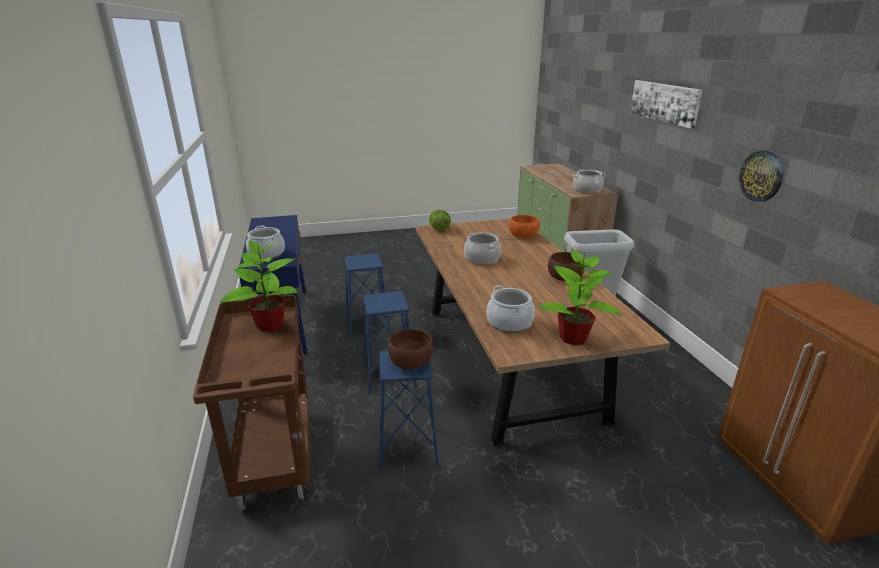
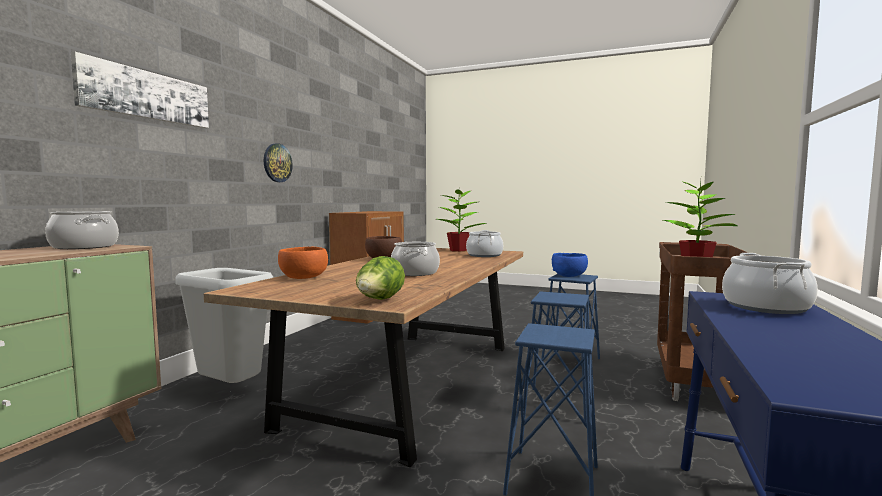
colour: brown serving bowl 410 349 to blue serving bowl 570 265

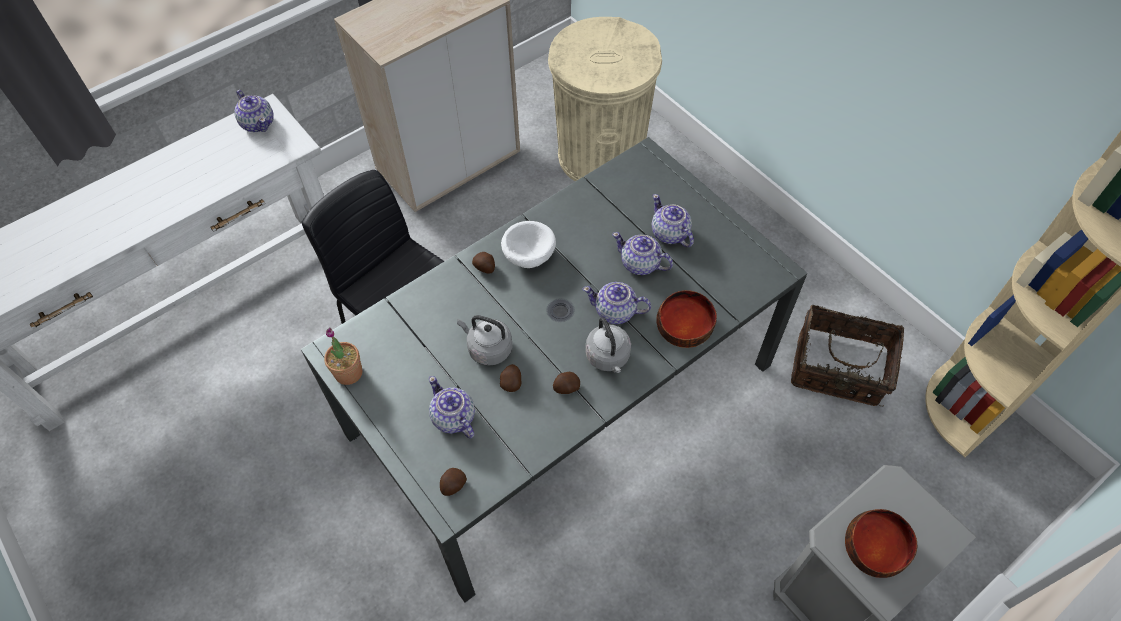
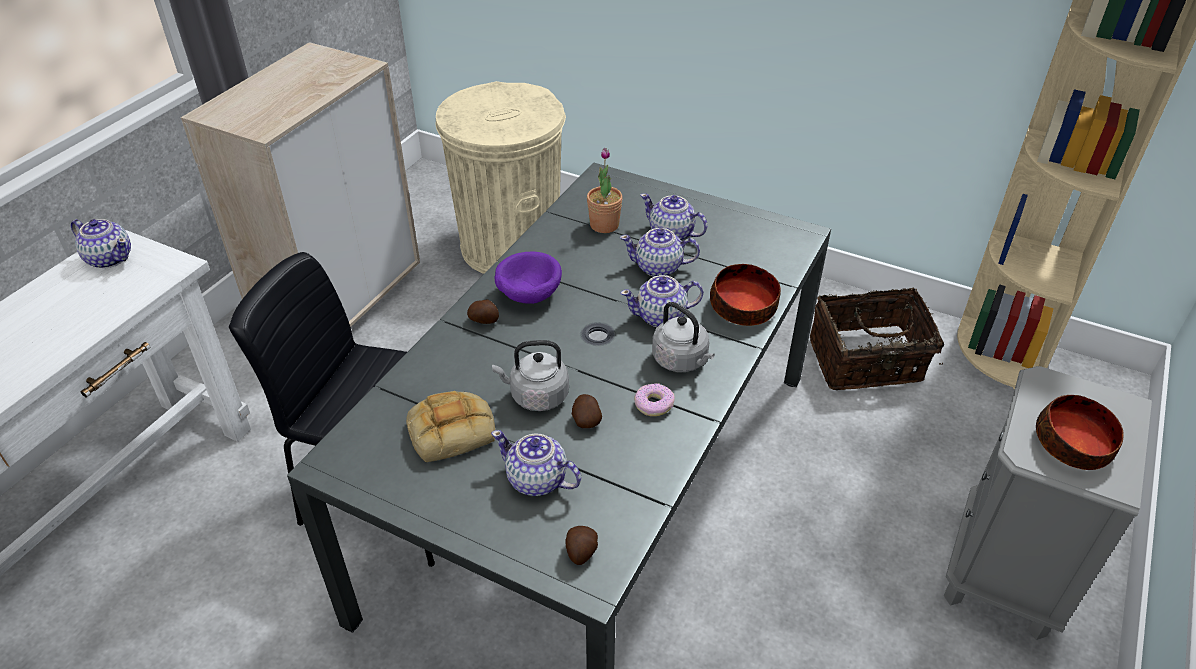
appeared: bakery bread 450 426
relocated: plant in a pot 343 356 to 605 190
exchanged: whole potato 566 383 to donut 654 399
colour: white serving bowl 528 244 to purplish serving bowl 528 278

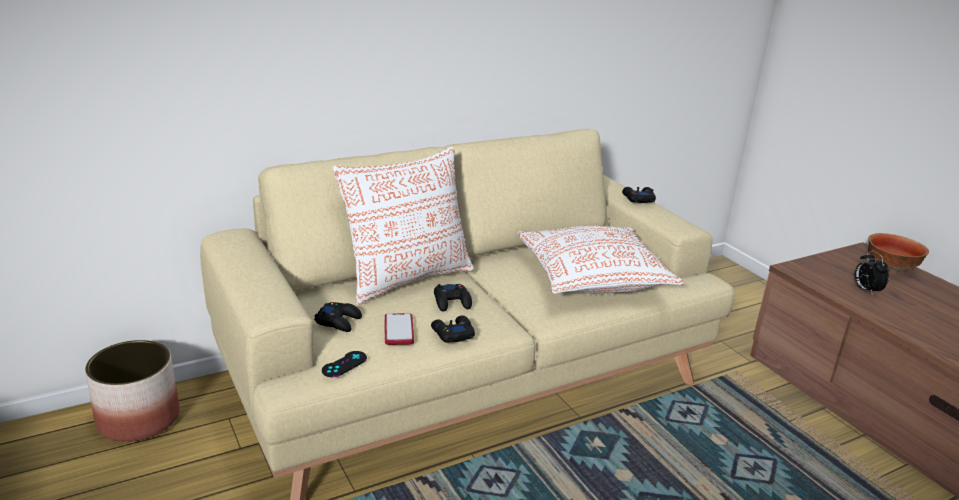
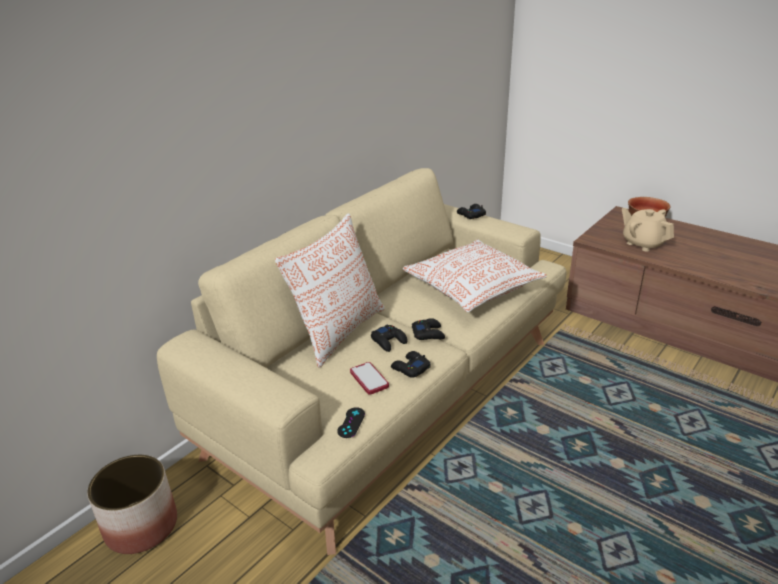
relocated: black-coloured gamepad 338 317 to 428 329
exchanged: alarm clock 872 273 to beige teapot 648 229

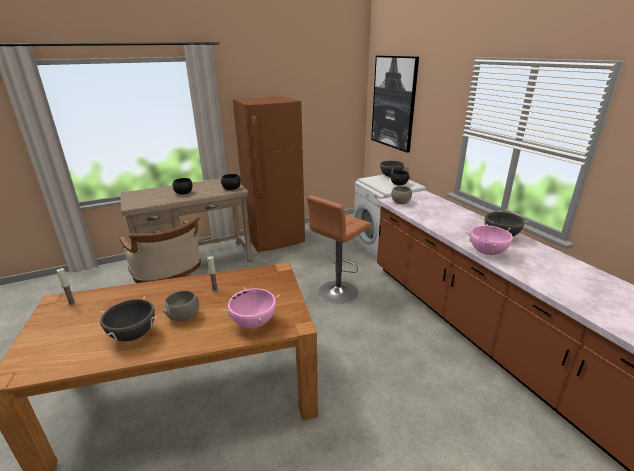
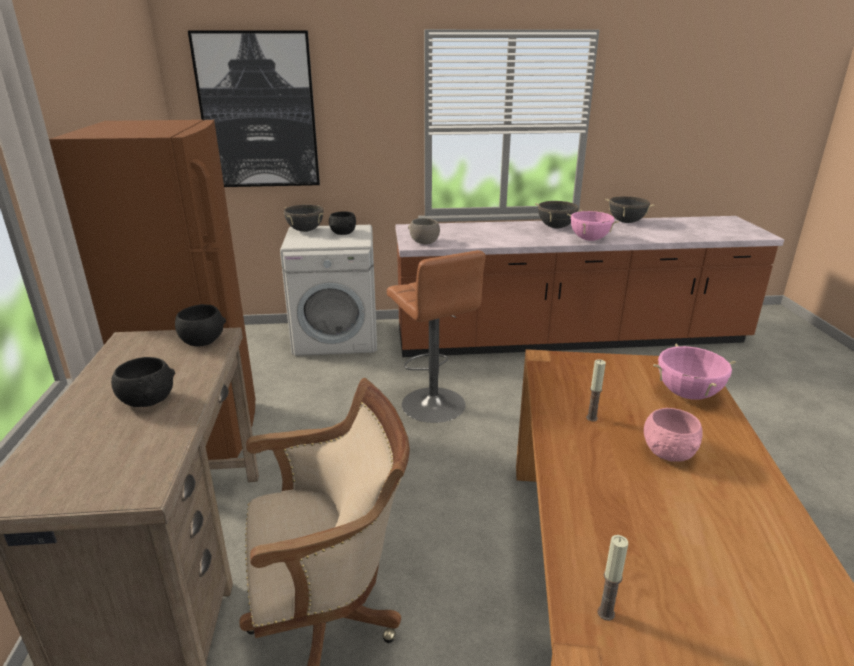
relocated: black-coloured stockpot 128 318 to 629 209
colour: greyish serving bowl 181 306 to pink-coloured serving bowl 673 435

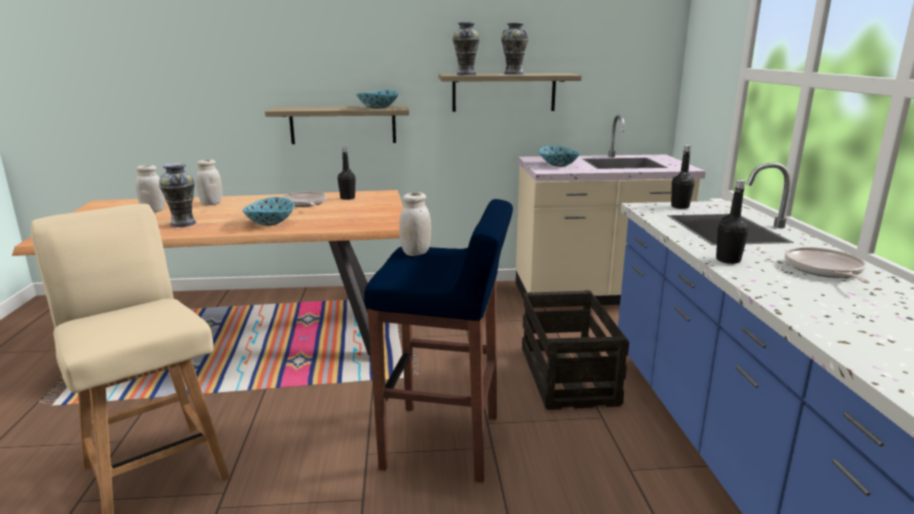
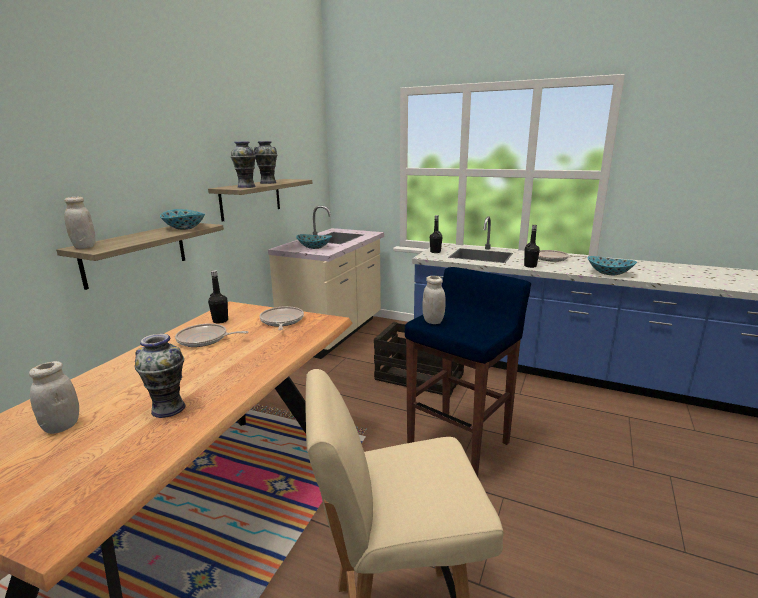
appeared: skillet 282 318
relocated: white storage jar 209 182 to 80 223; serving bowl 268 211 to 612 265

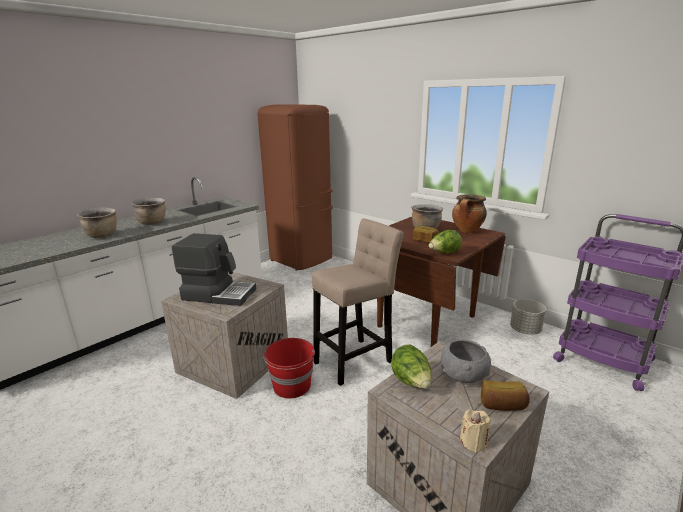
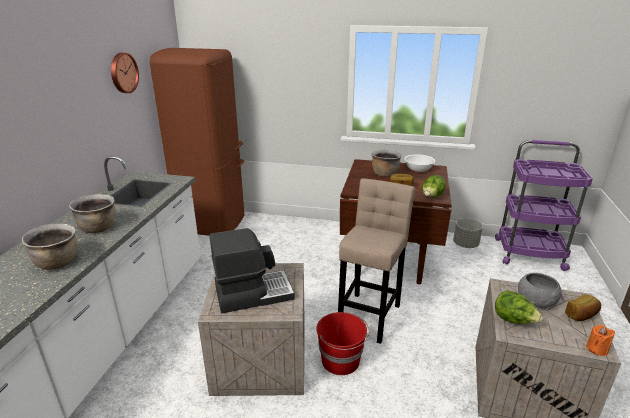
appeared: hanging clock 125 73
exchanged: stockpot 469 213 to white serving bowl 419 163
colour: beige wax light 475 431 to orangey wax light 600 340

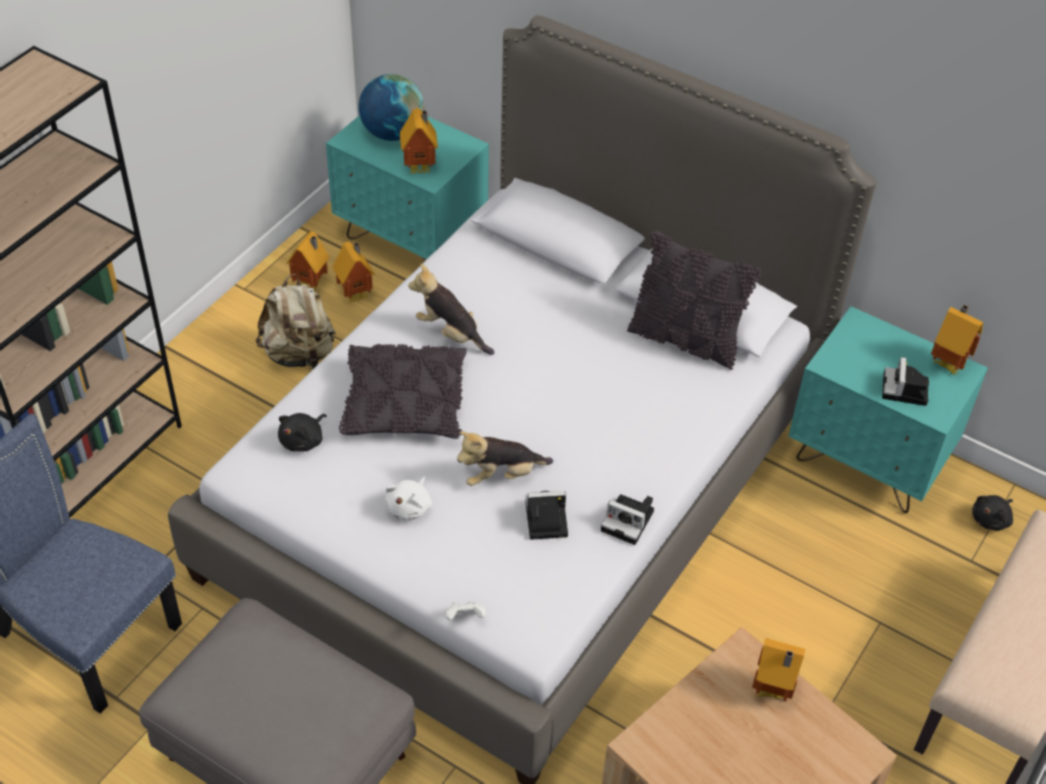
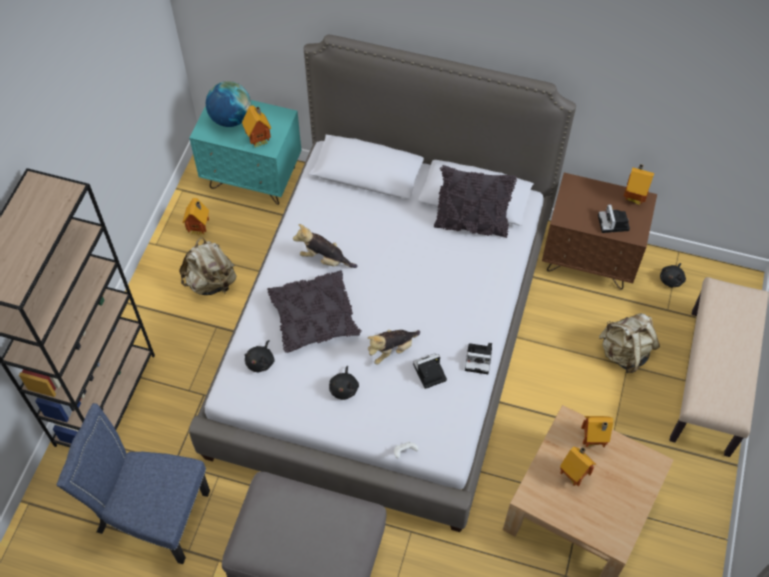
appeared: beige rucksack 629 343
relocated: toy house 354 272 to 578 466
colour: white soft toy 408 498 to black-coloured soft toy 344 383; blue-green bedside table 888 409 to brown bedside table 599 231

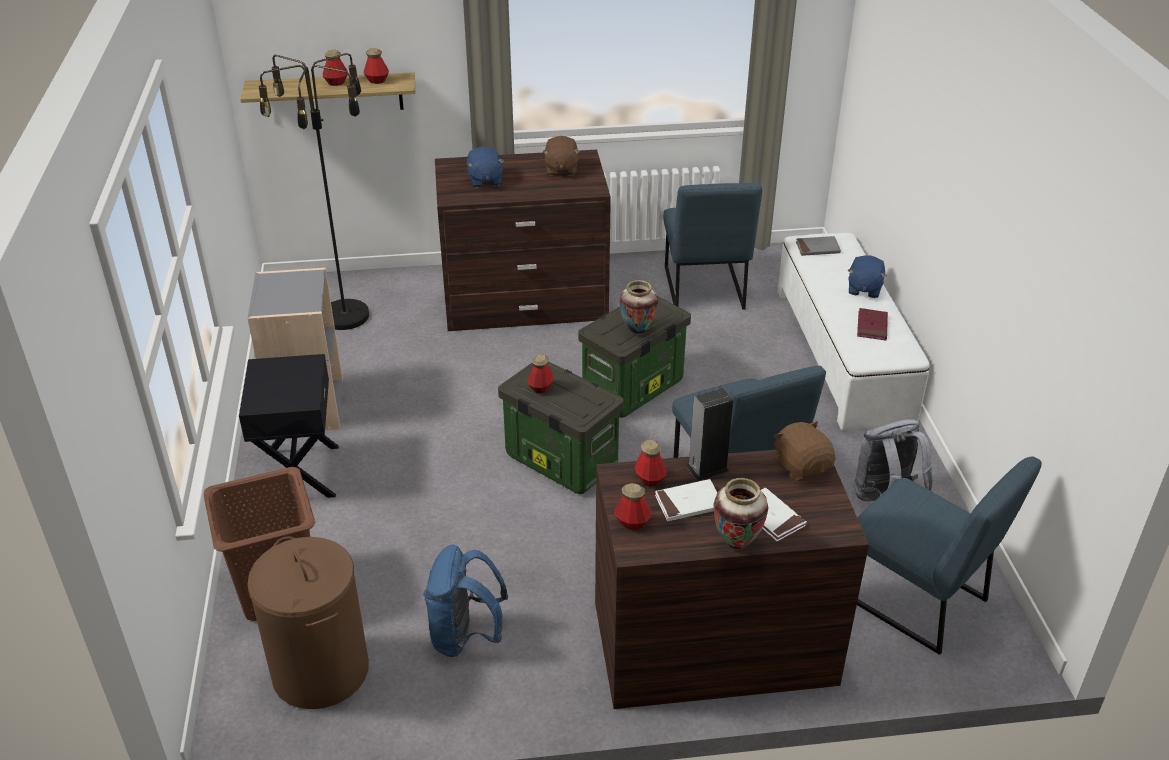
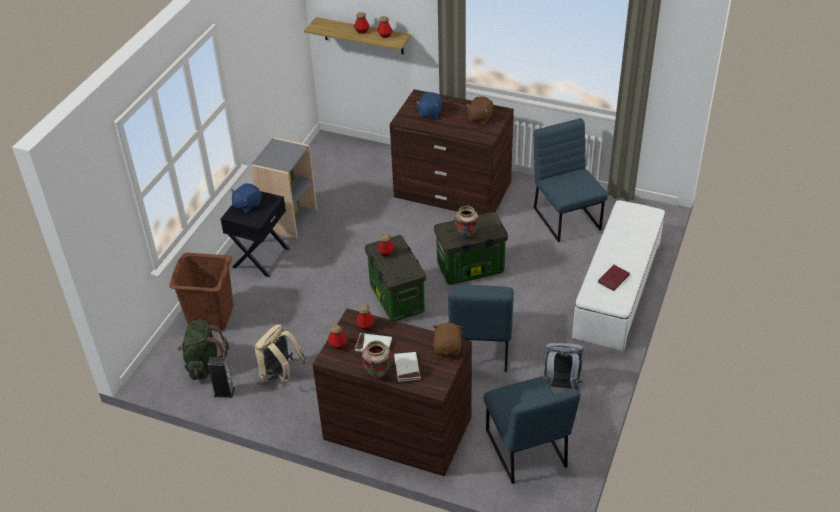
missing: standard lamp 314 191; greyish bound book 818 246
relocated: audio speaker 709 434 to 221 377; blue soft toy 867 276 to 246 198
exchanged: brown laundry basket 308 622 to green-coloured rucksack 203 350
colour: blue rucksack 465 601 to beige rucksack 280 354
spun: blue plain chair 712 246 = 571 180 135 degrees clockwise

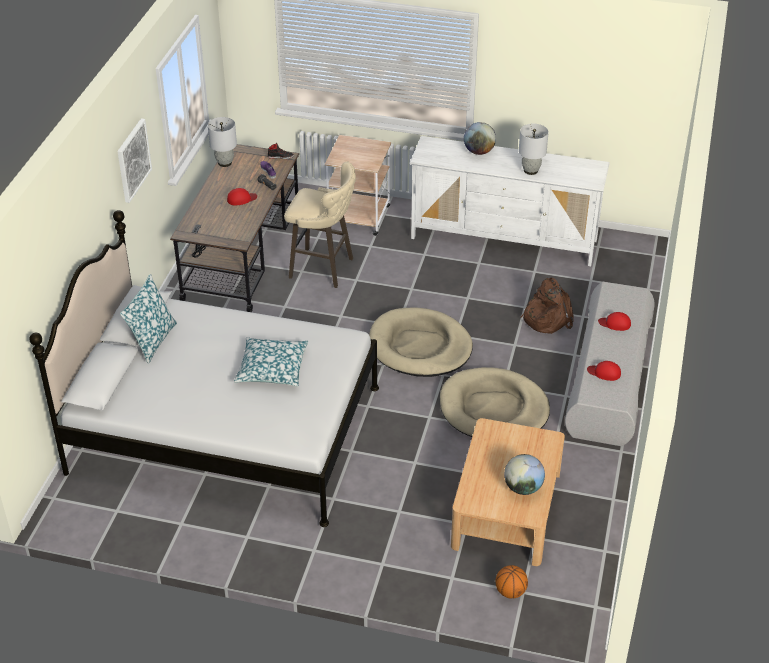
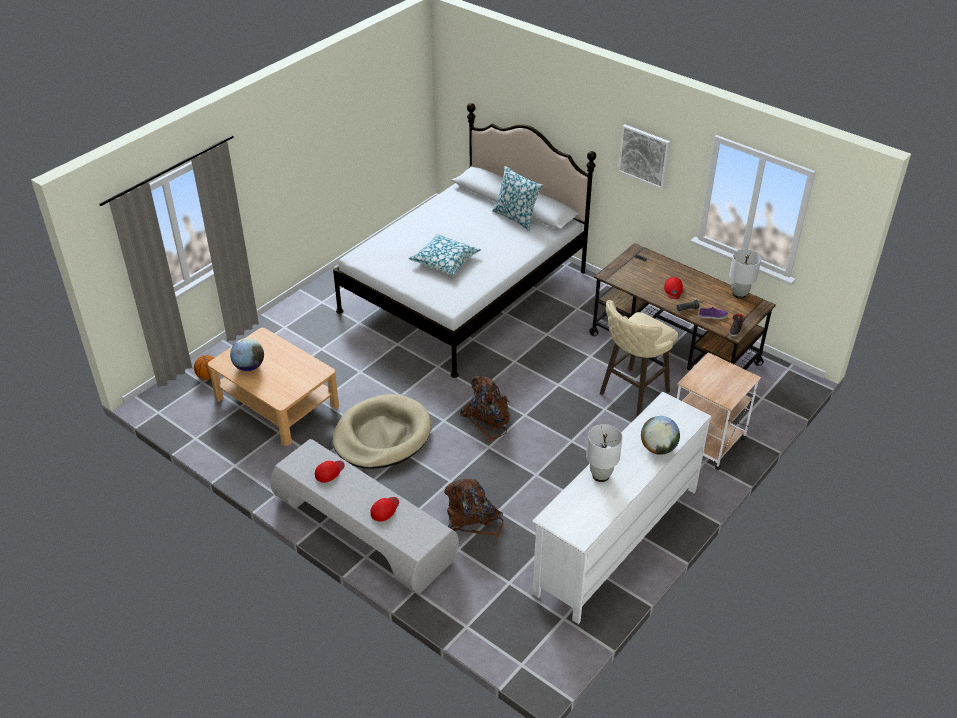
exchanged: beige pet bed 421 342 to brown rucksack 485 408

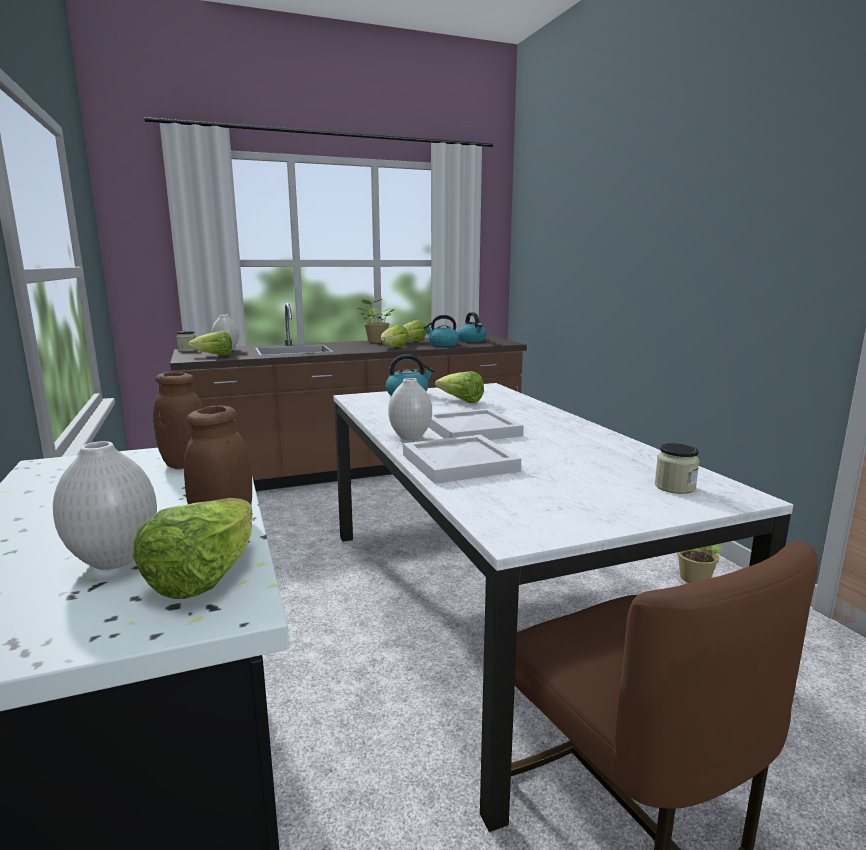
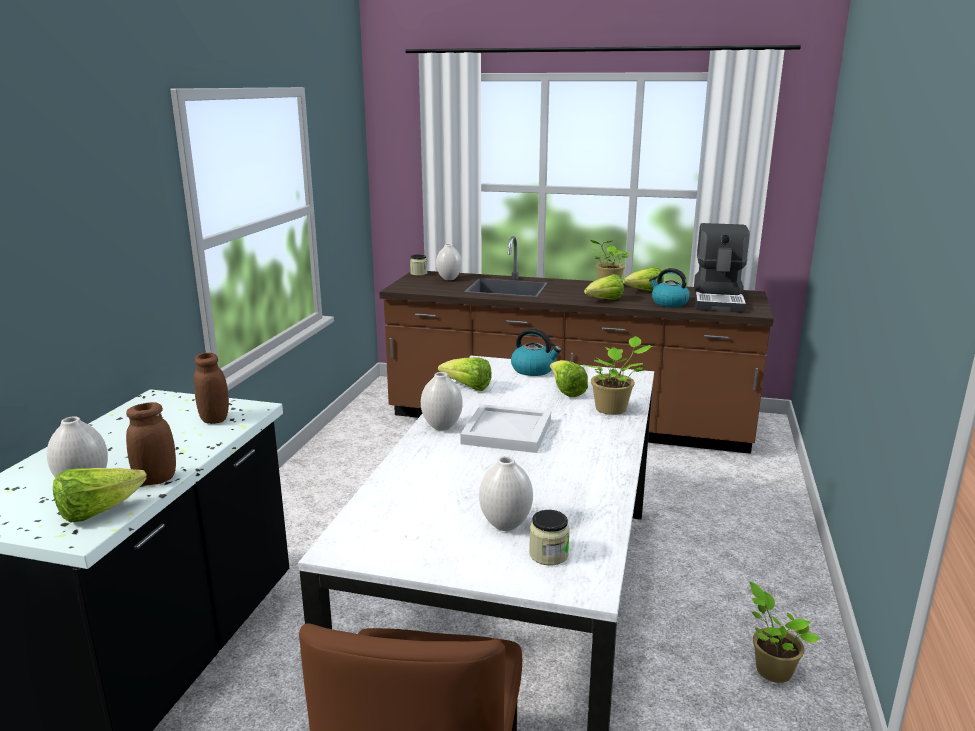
missing: white tray 462 459
appeared: white vase 506 493; plant in a pot 618 375
relocated: lettuce head 210 343 to 465 374
exchanged: kettle 472 327 to coffee maker 722 268

